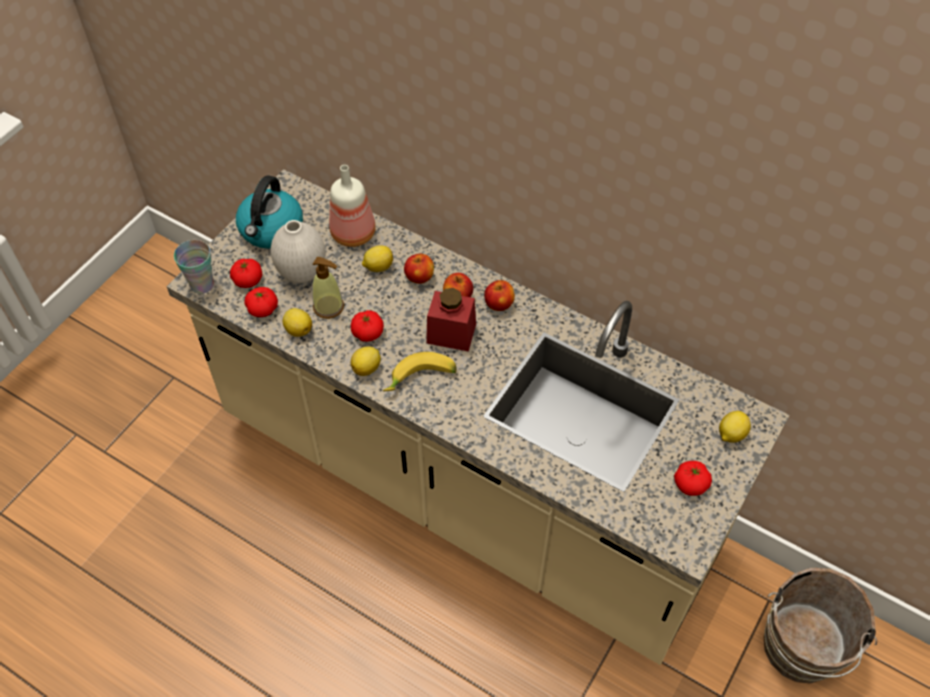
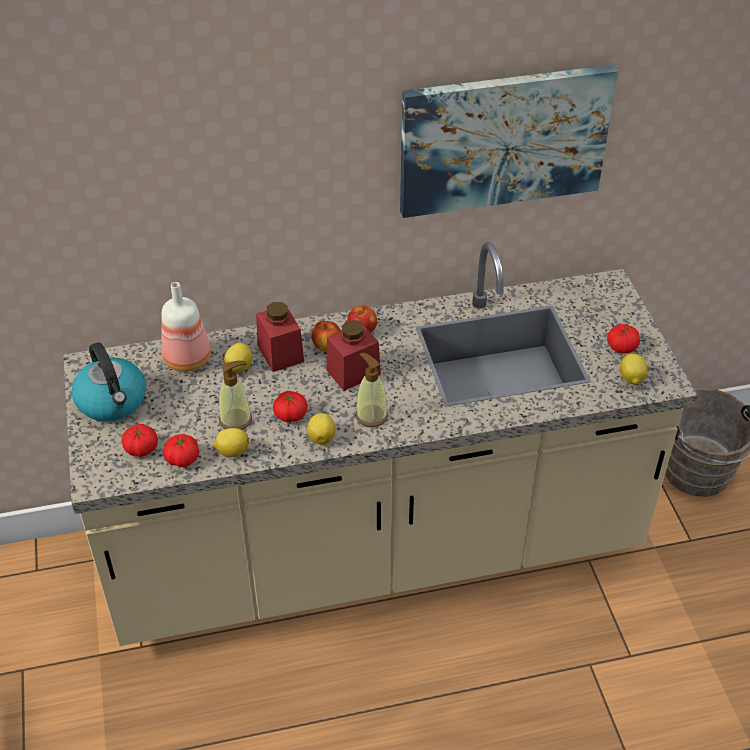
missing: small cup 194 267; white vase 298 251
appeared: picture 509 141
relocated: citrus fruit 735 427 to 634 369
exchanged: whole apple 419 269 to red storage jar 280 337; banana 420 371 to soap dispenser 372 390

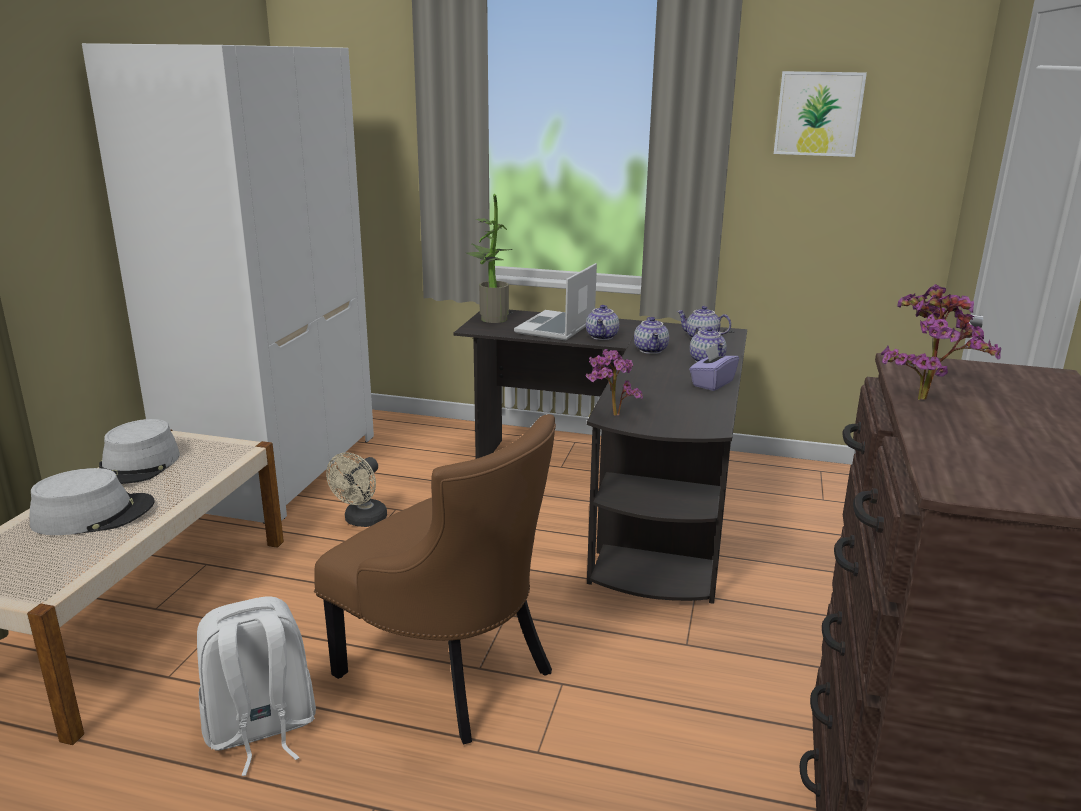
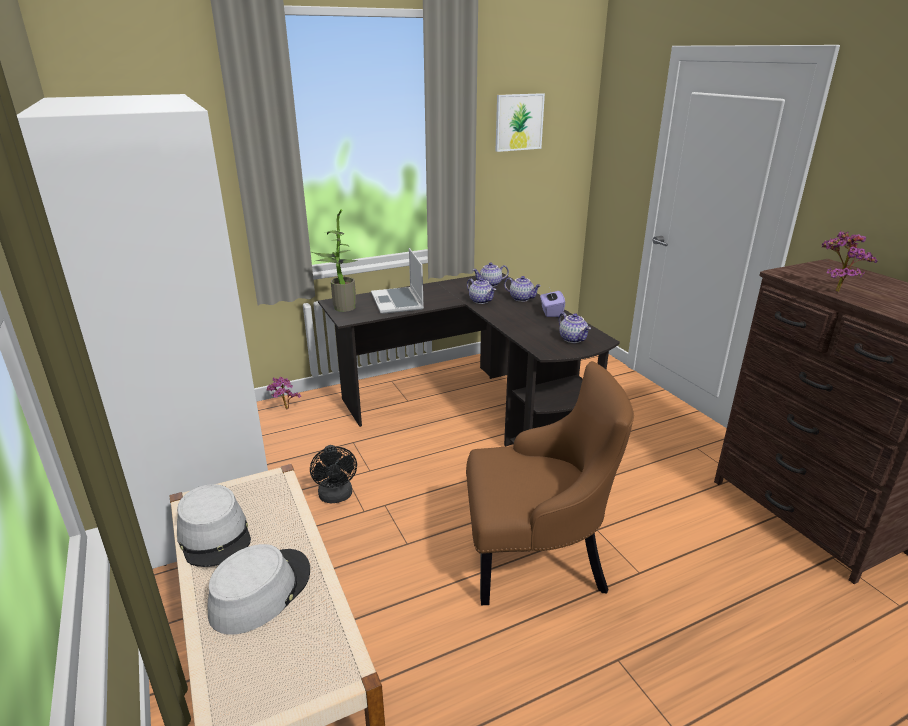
missing: white rucksack 256 686
relocated: plant in a pot 614 382 to 284 393; teapot 602 322 to 575 327
colour: beige fan 356 489 to black-coloured fan 333 474

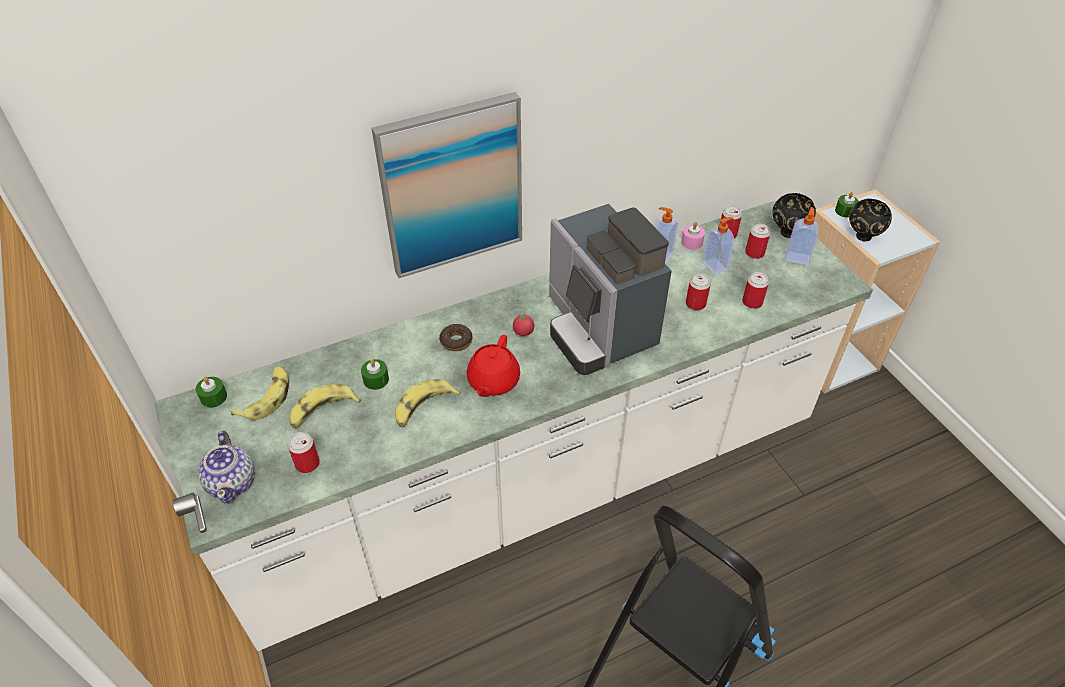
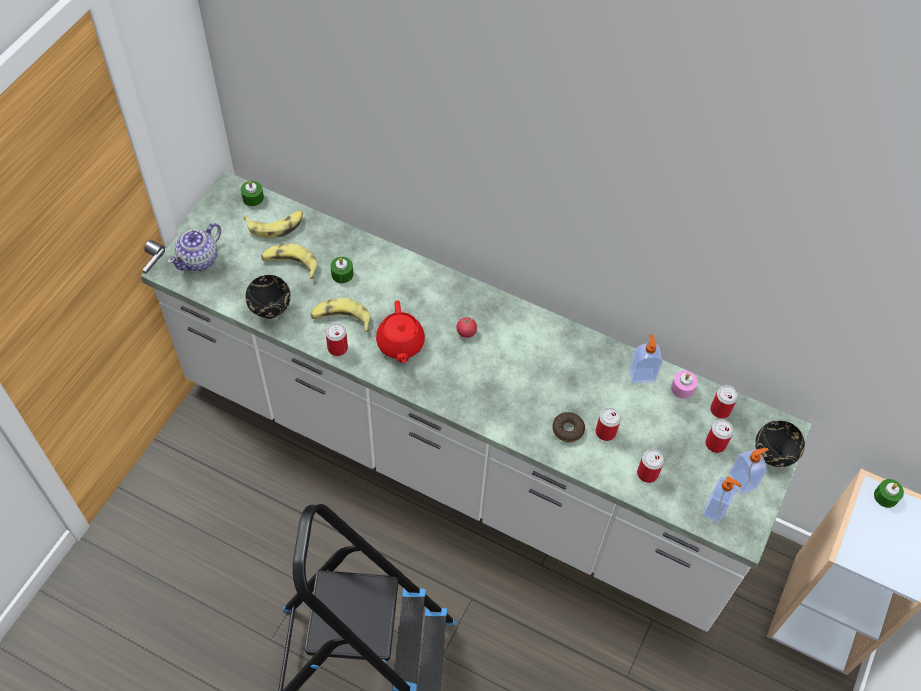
missing: picture 447 185; coffee maker 610 289
relocated: black-coloured serving bowl 870 220 to 268 297; sealed can 304 452 to 336 339; donut 455 337 to 568 427; soap dispenser 718 246 to 722 499
spun: red teapot 493 366 = 400 332 75 degrees counterclockwise

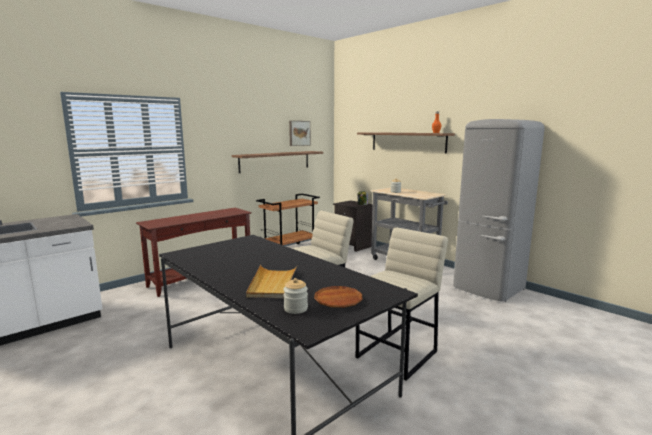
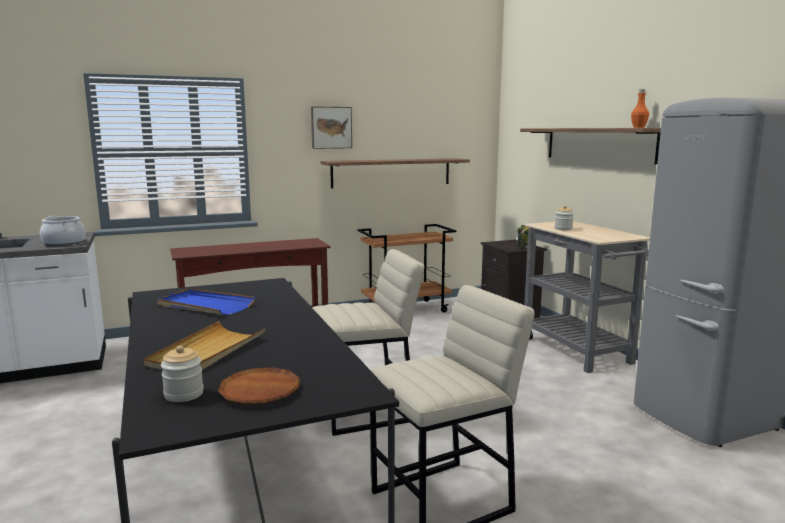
appeared: stockpot 62 231; blue tray 206 301
relocated: picture 300 133 to 331 127

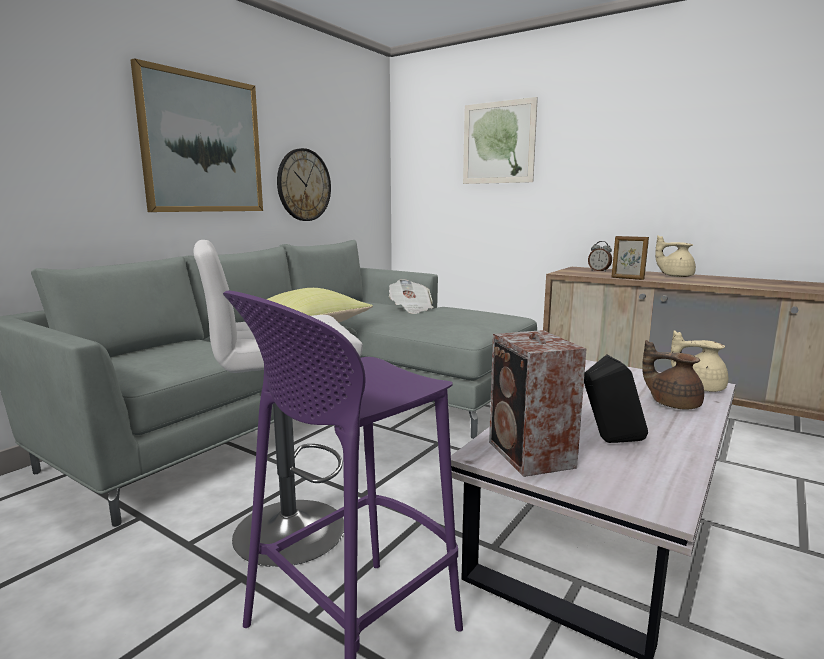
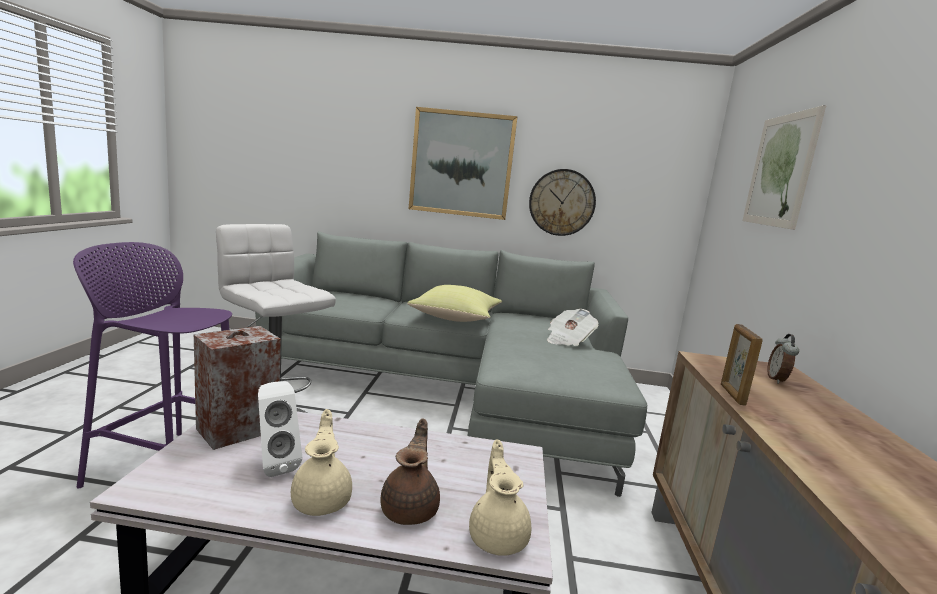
relocated: beige teapot 675 256 to 321 462
colour: black-coloured audio speaker 616 398 to white audio speaker 280 429

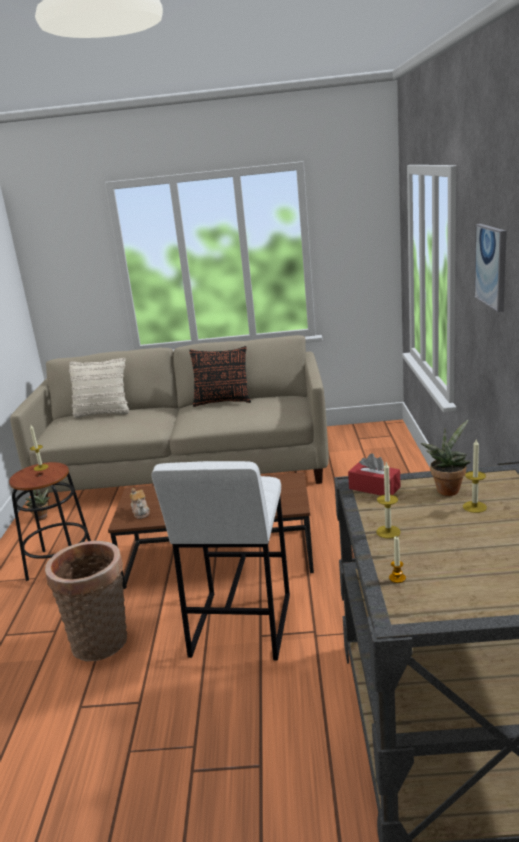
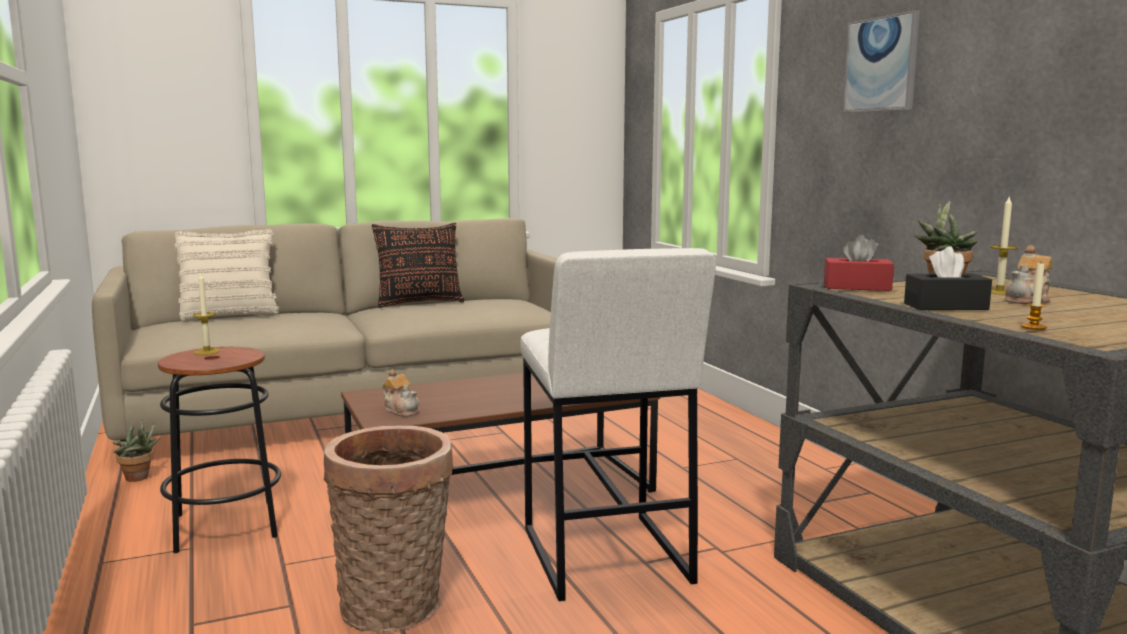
appeared: teapot 1028 274
exchanged: wax light 388 500 to black-coloured tissue holder 948 278

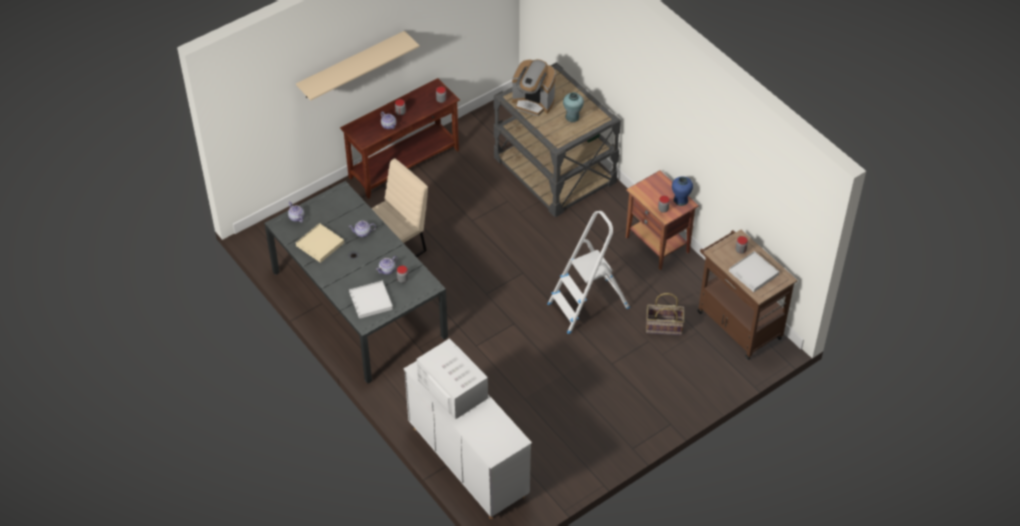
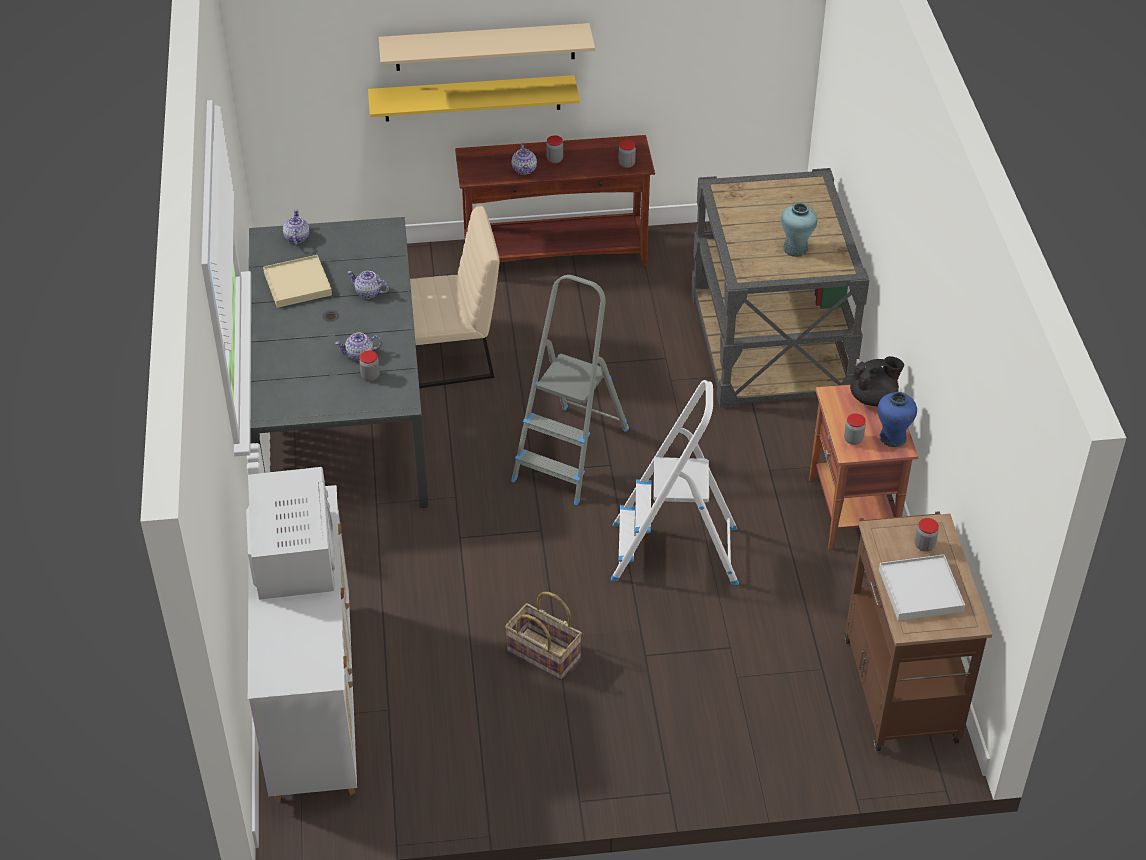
missing: white tray 371 300; coffee maker 534 87
appeared: yellow-coloured wall shelf 474 98; greyish step ladder 570 390; black-coloured teapot 877 381
relocated: basket 665 314 to 543 636

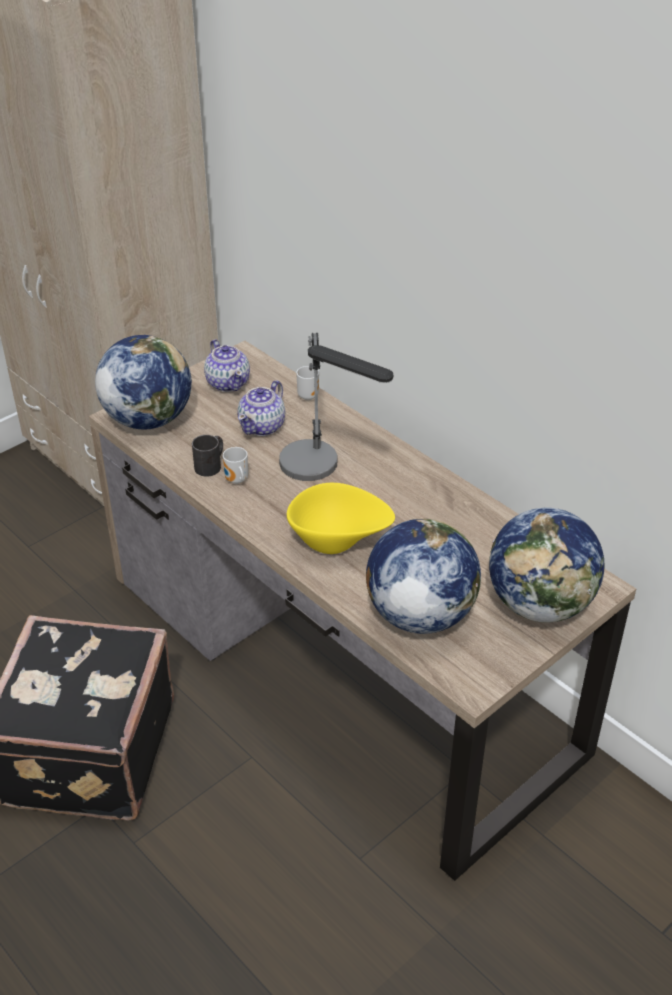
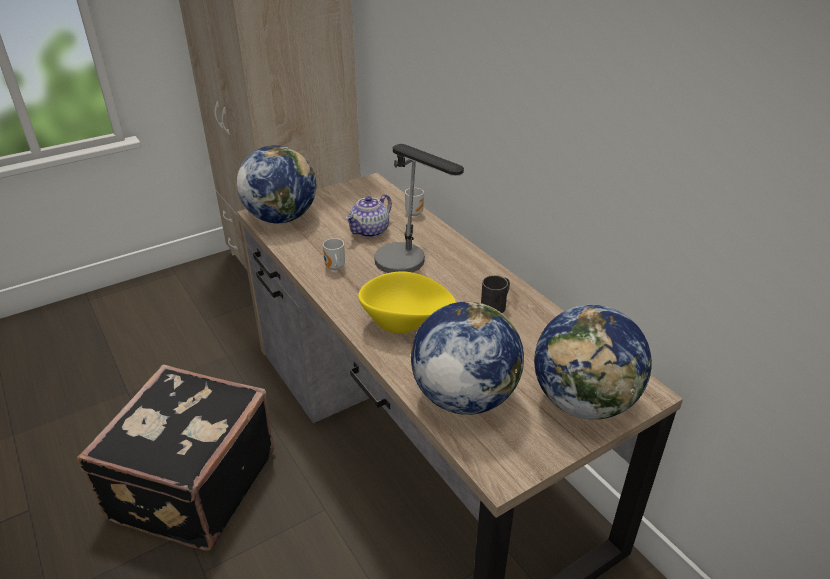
missing: teapot 227 365
relocated: black-coloured mug 207 456 to 495 294

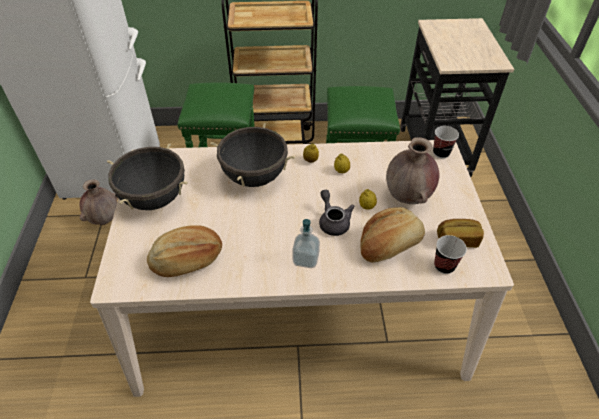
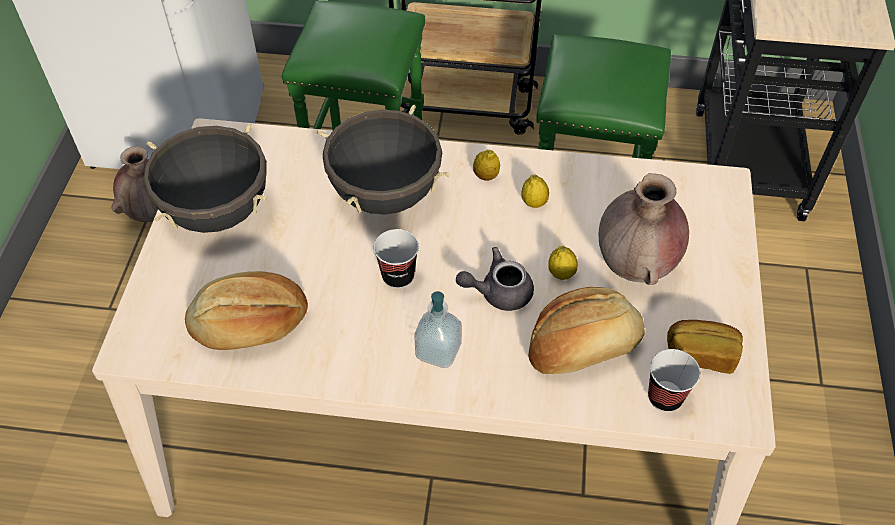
relocated: small cup 446 142 to 396 259
spun: greyish teapot 337 213 = 495 279 90 degrees counterclockwise

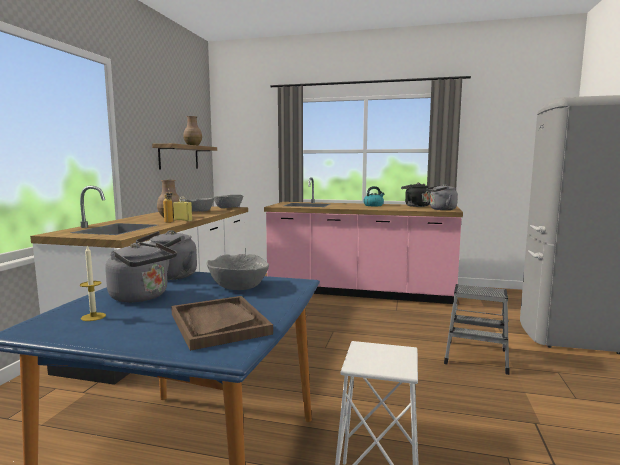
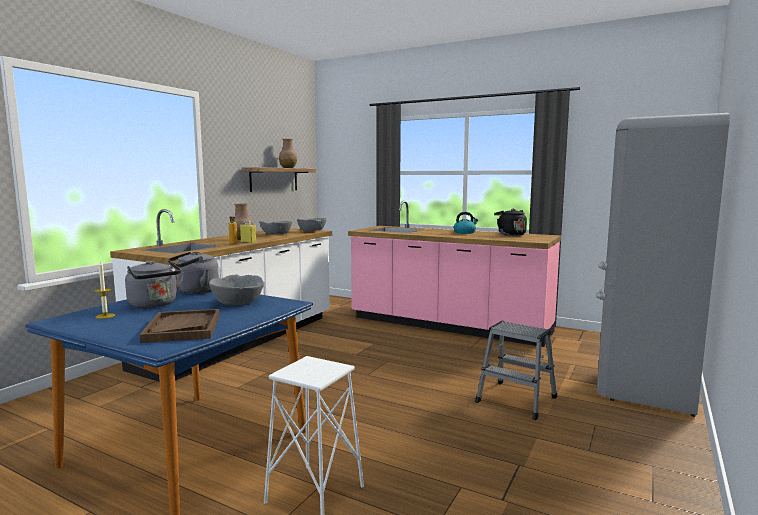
missing: greyish kettle 442 197

